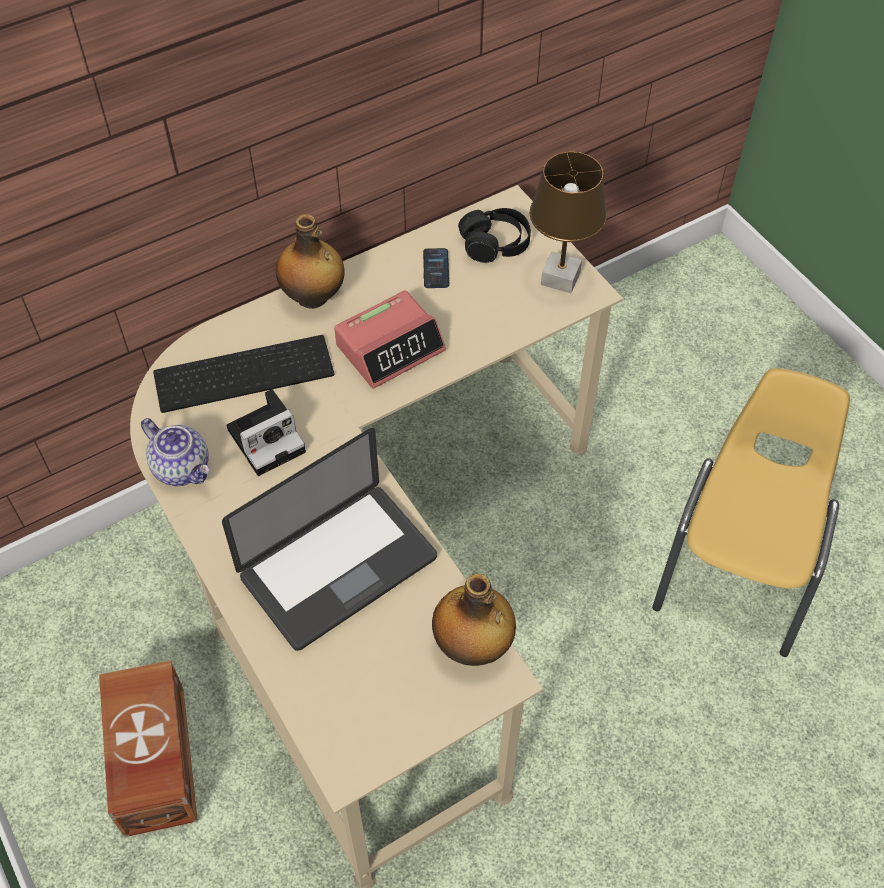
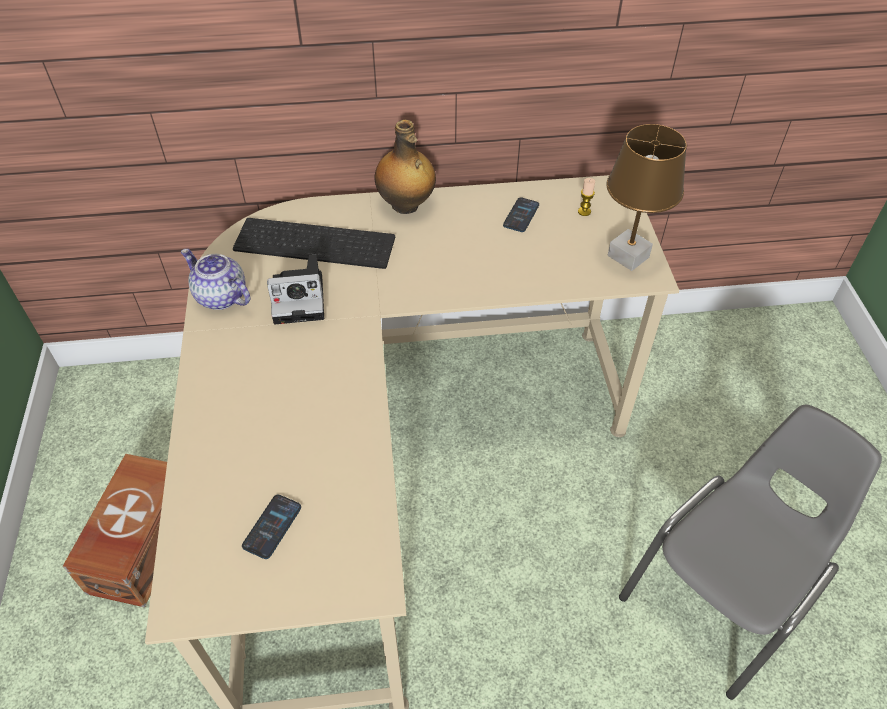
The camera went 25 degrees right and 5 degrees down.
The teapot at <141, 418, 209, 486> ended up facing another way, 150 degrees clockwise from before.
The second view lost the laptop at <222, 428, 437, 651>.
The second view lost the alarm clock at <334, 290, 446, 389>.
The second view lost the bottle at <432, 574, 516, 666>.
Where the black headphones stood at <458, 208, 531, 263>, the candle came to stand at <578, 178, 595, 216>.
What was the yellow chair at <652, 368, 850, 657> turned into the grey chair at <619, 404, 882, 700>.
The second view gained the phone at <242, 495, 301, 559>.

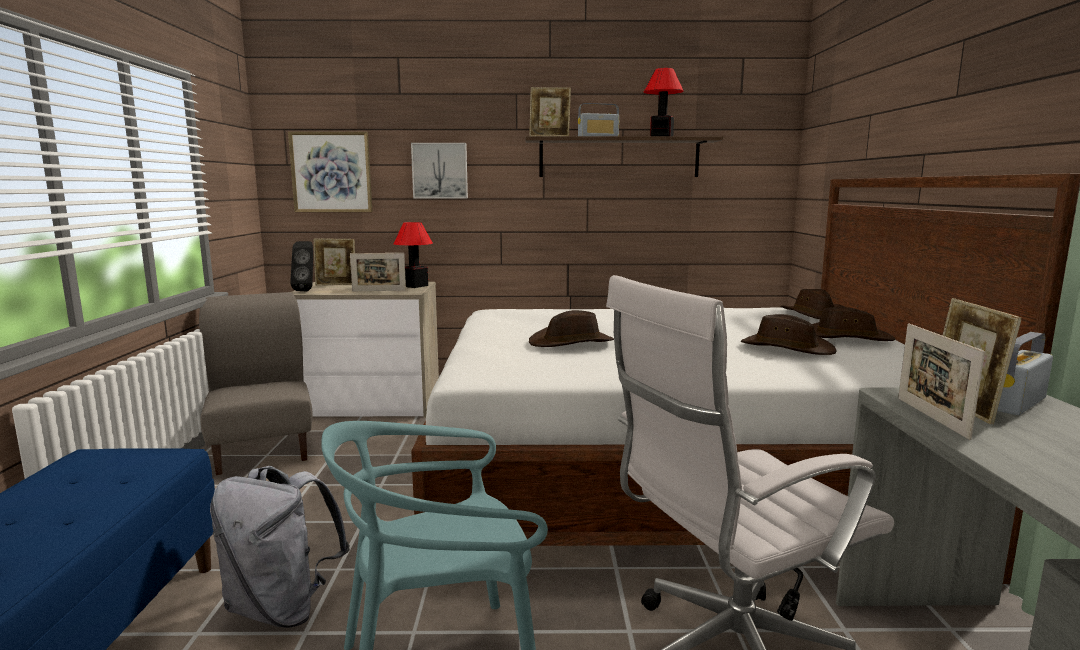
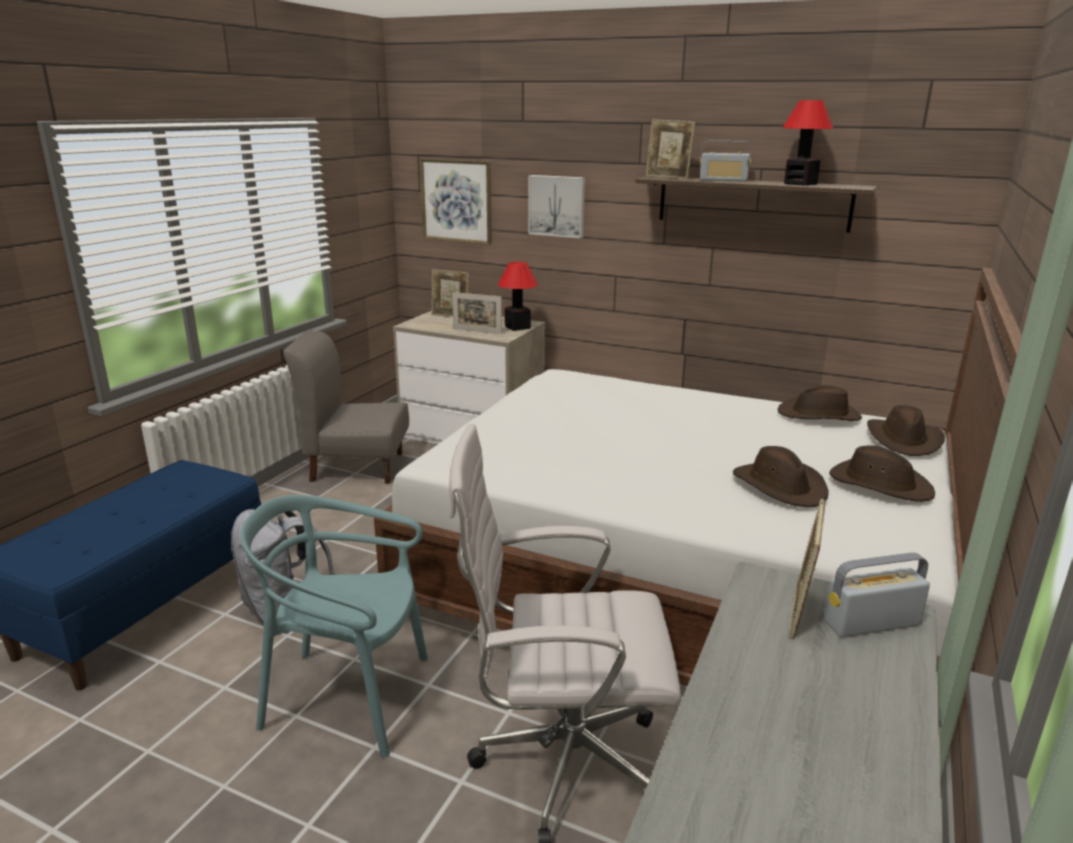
The camera went 25 degrees right and 10 degrees up.
The grey chair at <199, 292, 313, 475> ended up facing another way, 90 degrees counterclockwise from before.
The second view lost the black speaker at <290, 241, 313, 291>.
The brown hat ended up elsewhere, having gone from <529, 310, 614, 347> to <778, 385, 862, 421>.
The second view lost the picture frame at <898, 323, 985, 440>.

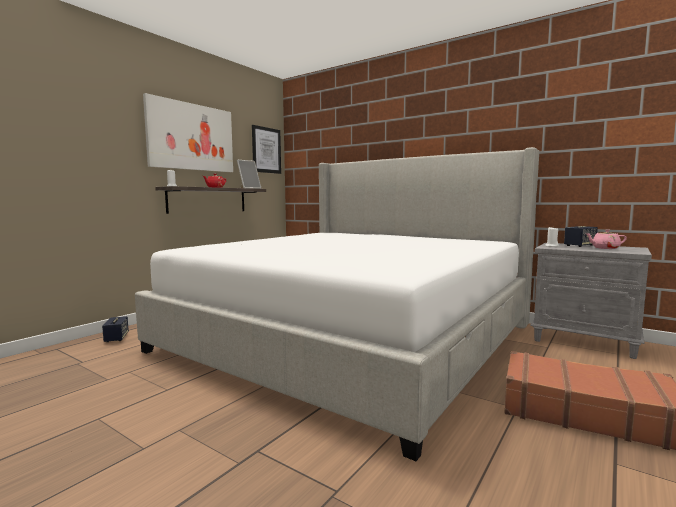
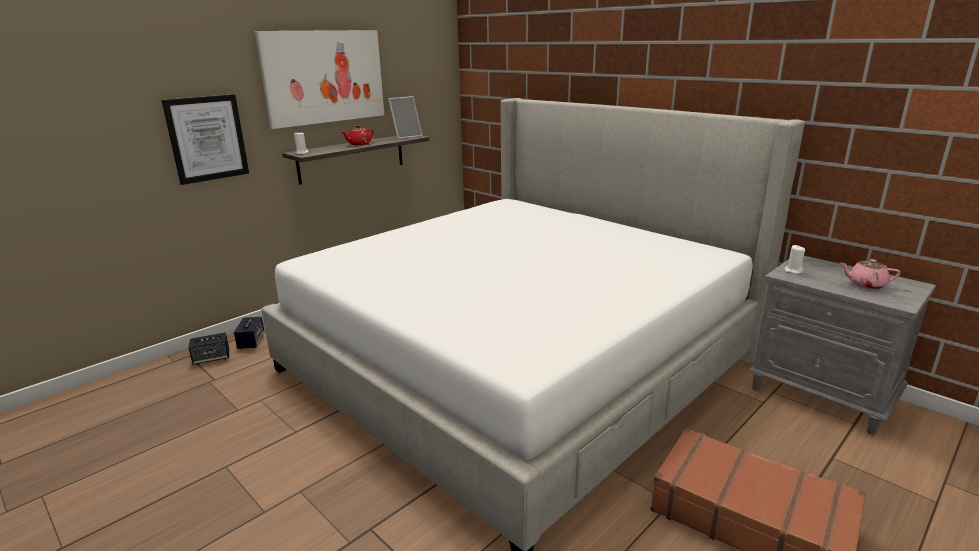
The camera went 10 degrees right and 15 degrees up.
The picture ended up elsewhere, having gone from <252, 125, 281, 174> to <162, 94, 249, 185>.
The speaker ended up elsewhere, having gone from <564, 226, 598, 247> to <188, 333, 229, 365>.

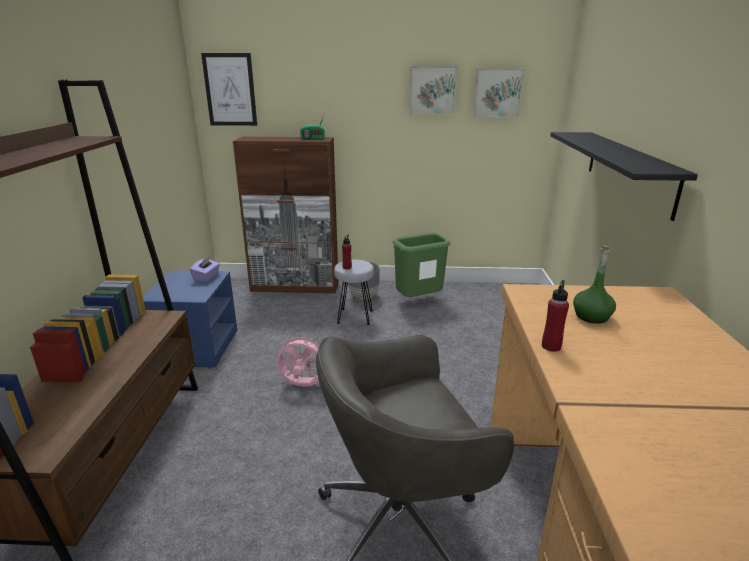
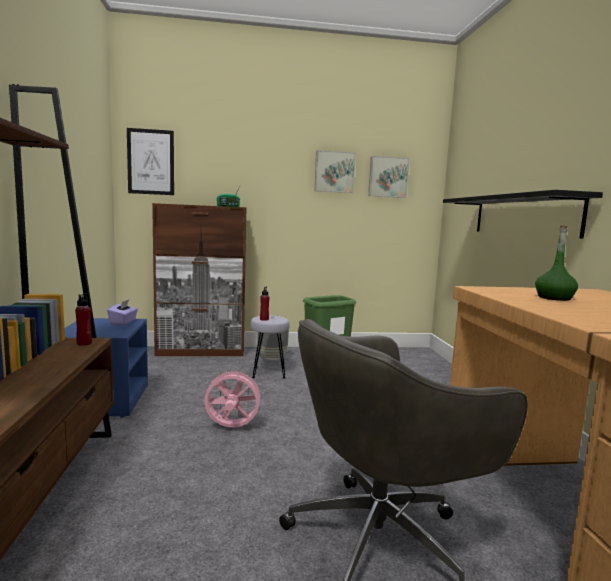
The camera went 10 degrees left and 15 degrees down.
The red bottle ended up elsewhere, having gone from <542, 280, 569, 352> to <75, 293, 92, 346>.

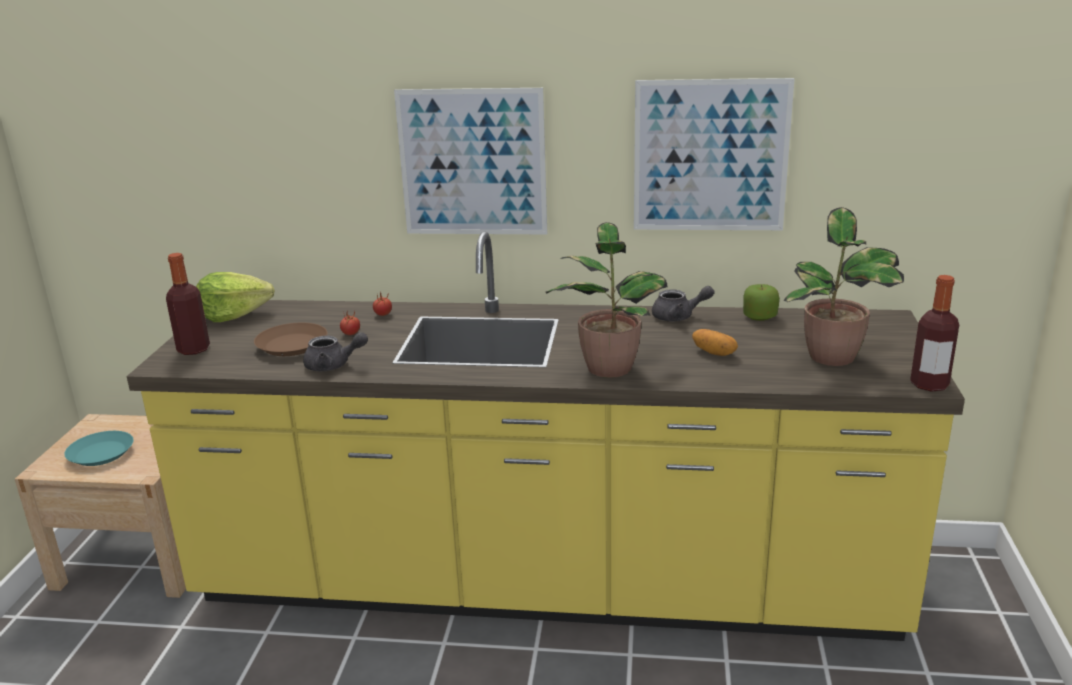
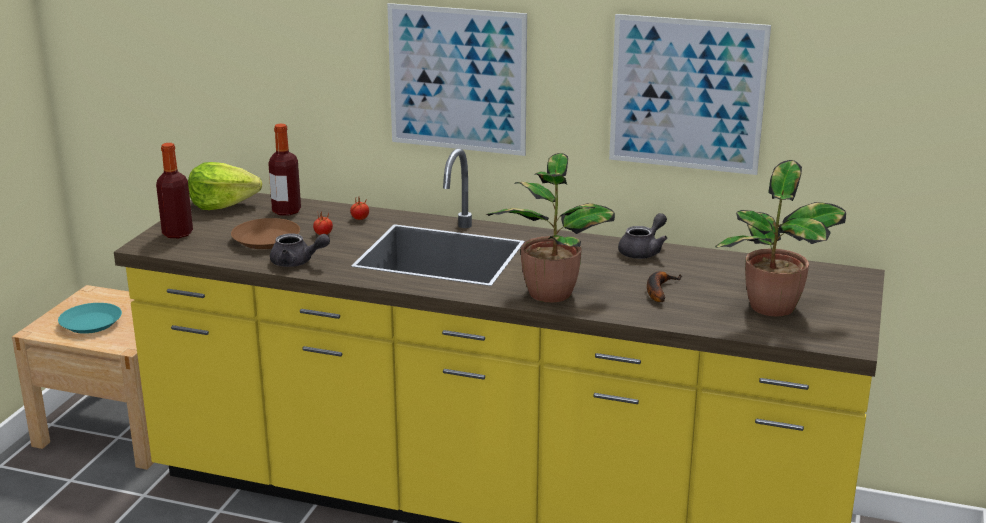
The camera went 10 degrees right and 0 degrees up.
The grey teapot at <652, 286, 715, 322> ended up facing another way, 60 degrees counterclockwise from before.
Where the potato stood at <692, 329, 738, 356>, the banana came to stand at <647, 271, 682, 302>.
The second view lost the apple at <743, 284, 780, 321>.
The bottle ended up elsewhere, having gone from <910, 275, 959, 392> to <268, 124, 301, 216>.

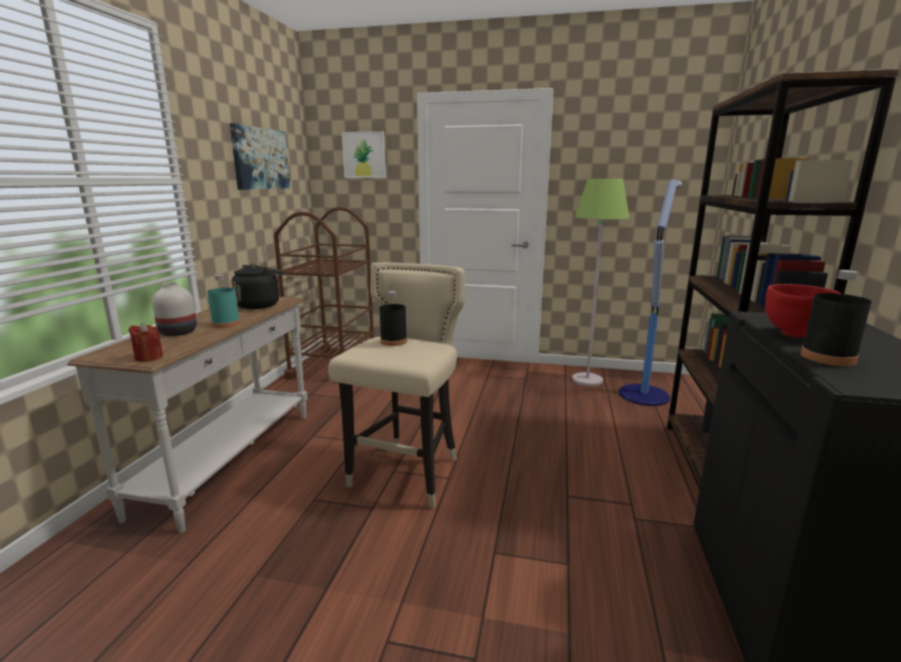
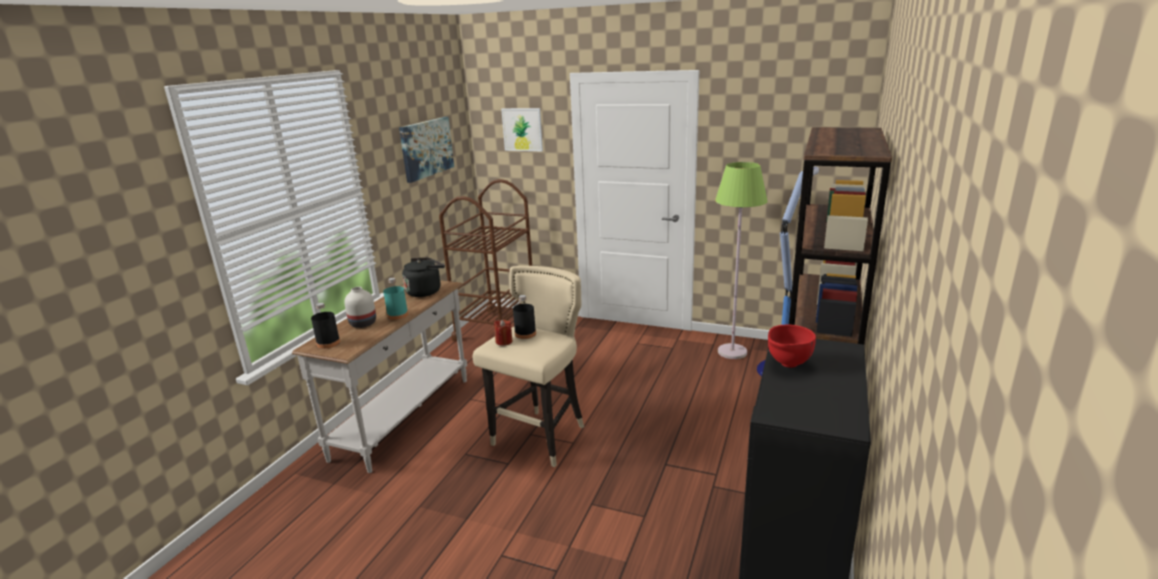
The camera went 10 degrees right and 5 degrees up.
The red candle ended up elsewhere, having gone from <129, 323, 163, 362> to <494, 319, 513, 346>.
The black bottle ended up elsewhere, having gone from <800, 270, 872, 366> to <311, 303, 340, 349>.

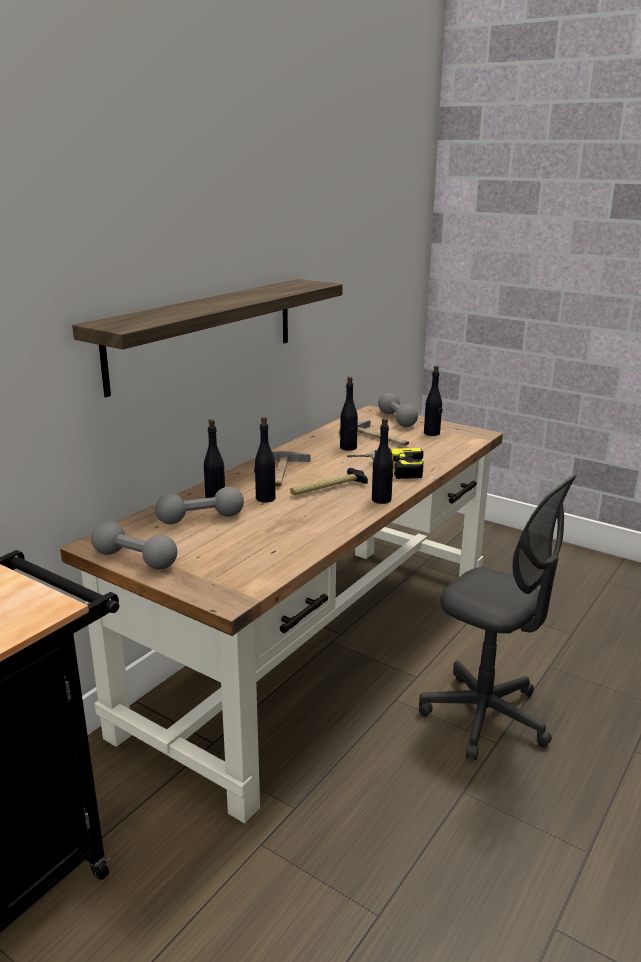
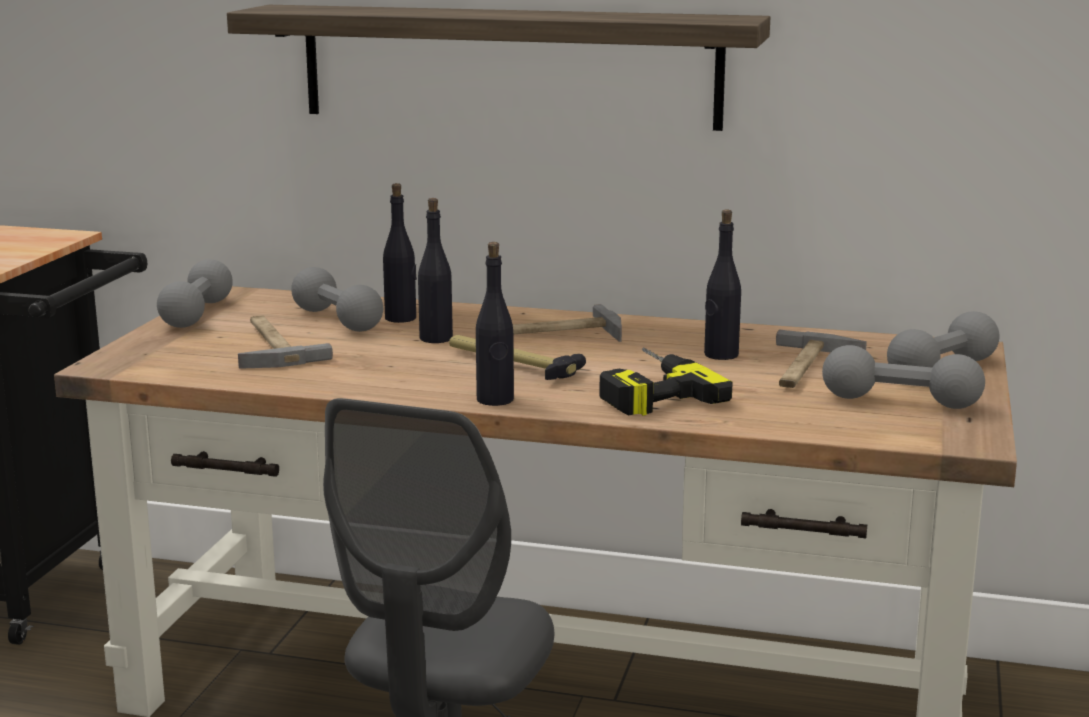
The camera went 70 degrees right and 5 degrees down.
Where the black bottle stood at <424, 366, 442, 436>, the grey dumbbell came to stand at <822, 345, 985, 409>.
The second view gained the hammer at <238, 315, 333, 369>.

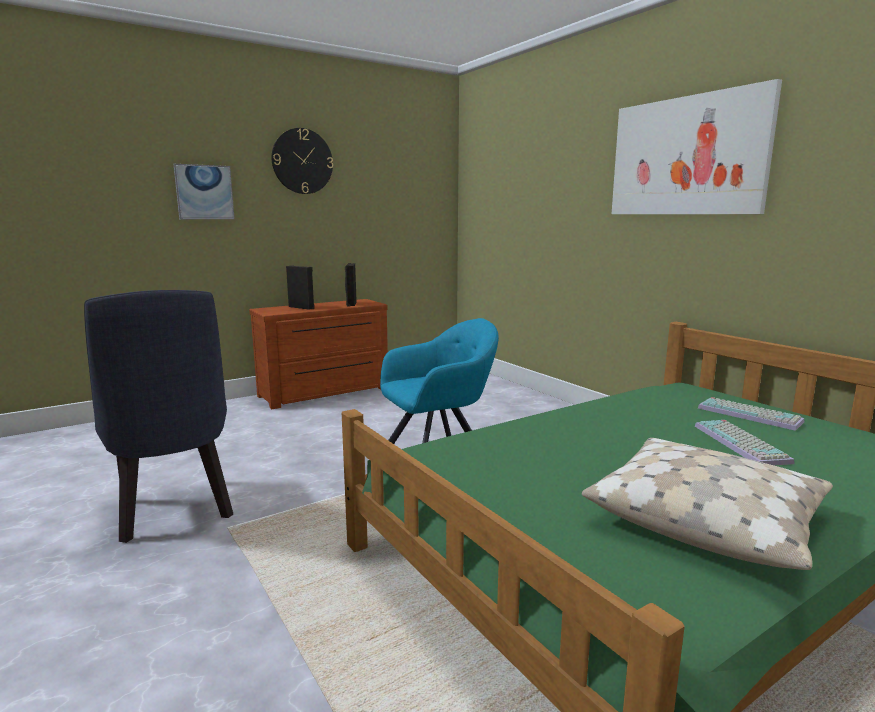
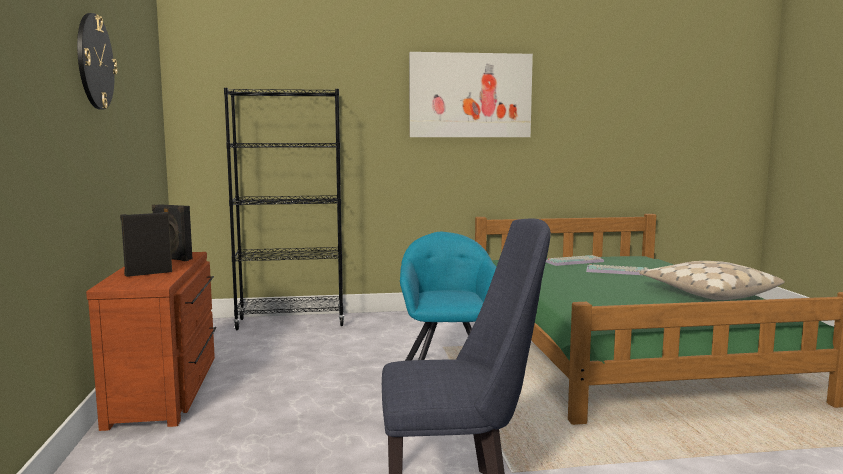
The camera went 65 degrees left and 5 degrees down.
The second view lost the picture at <173, 164, 235, 219>.
The second view gained the black bookcase at <224, 88, 345, 330>.

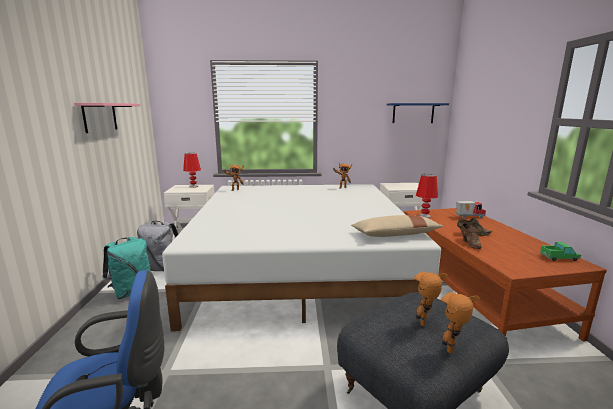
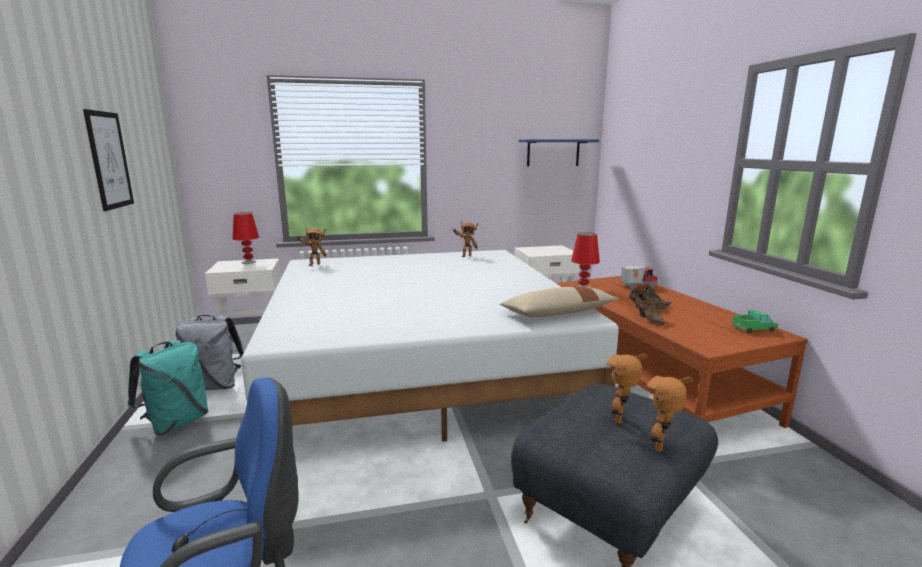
The camera went 10 degrees left and 0 degrees up.
Where the pink shelf hung at <74, 103, 140, 133>, the picture came to hang at <83, 109, 134, 211>.

